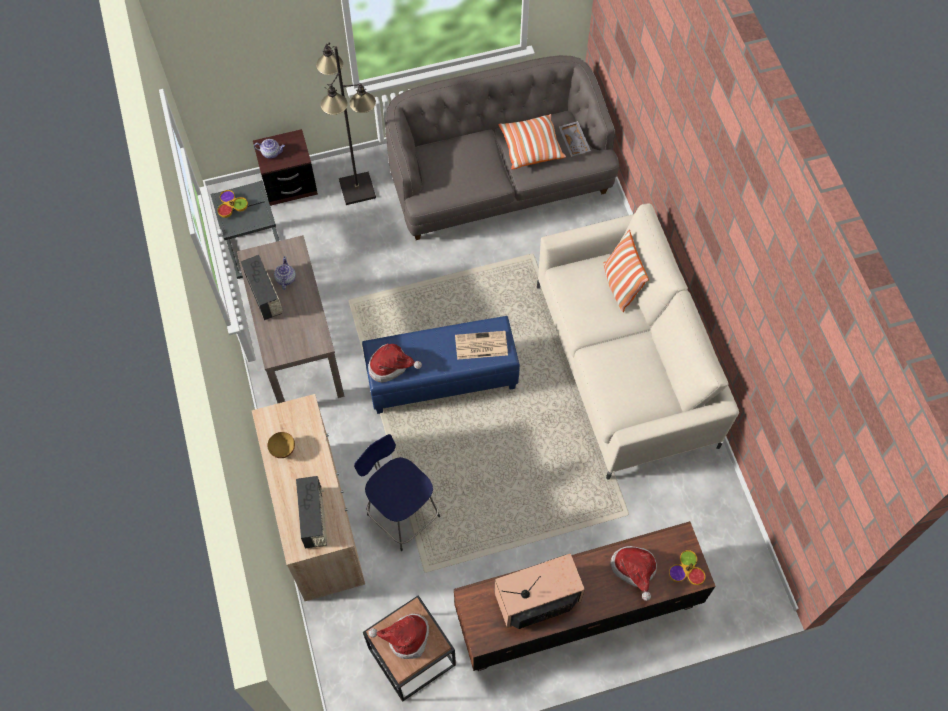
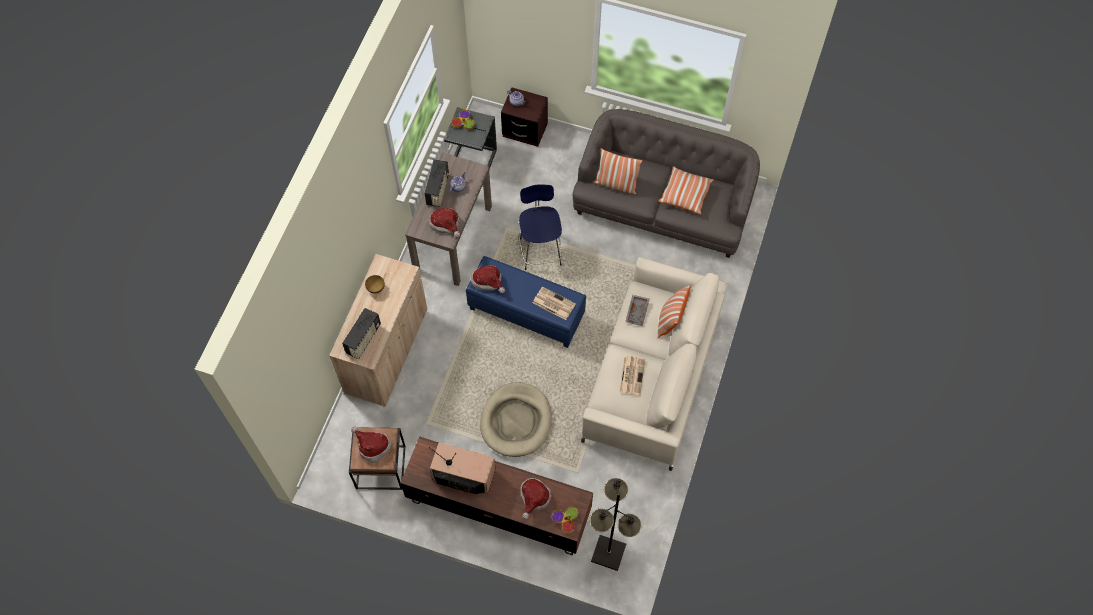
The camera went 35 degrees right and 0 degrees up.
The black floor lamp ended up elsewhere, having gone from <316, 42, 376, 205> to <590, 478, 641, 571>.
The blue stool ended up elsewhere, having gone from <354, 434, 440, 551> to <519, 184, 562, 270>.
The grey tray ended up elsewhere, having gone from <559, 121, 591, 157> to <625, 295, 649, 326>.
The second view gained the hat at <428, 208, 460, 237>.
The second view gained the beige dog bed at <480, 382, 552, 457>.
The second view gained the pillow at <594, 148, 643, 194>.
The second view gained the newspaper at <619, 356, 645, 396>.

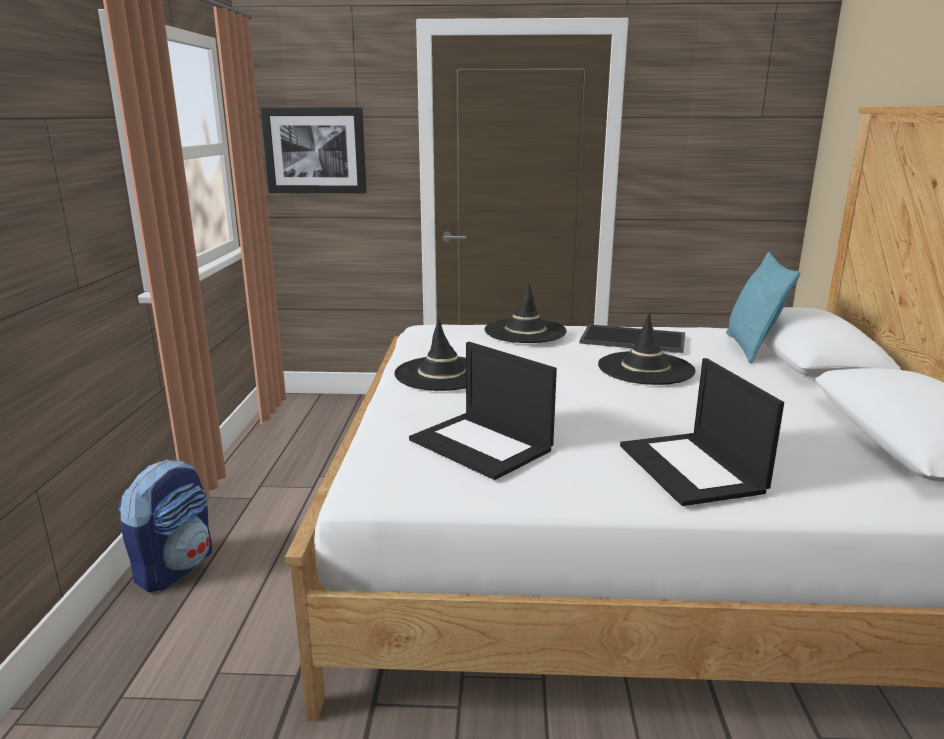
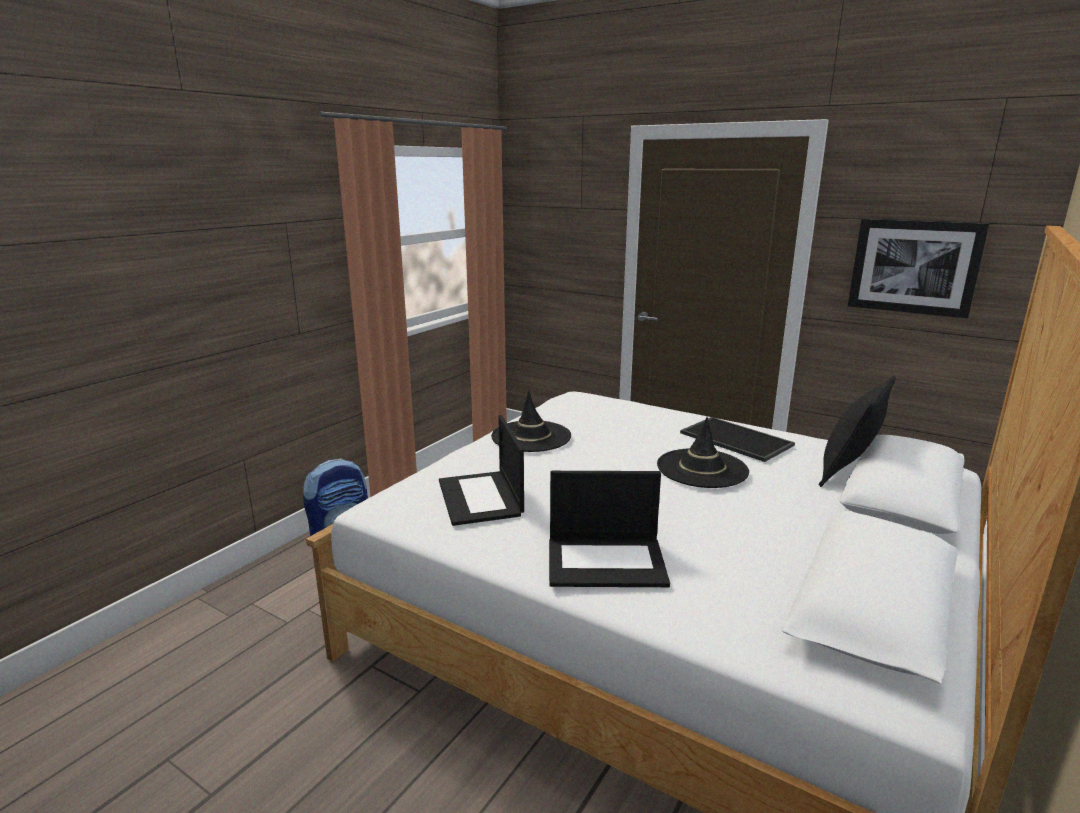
The camera went 30 degrees right and 0 degrees up.
The picture ended up elsewhere, having gone from <261, 107, 367, 193> to <848, 218, 989, 318>.
The second view lost the black hat at <485, 283, 567, 343>.
The laptop at <620, 358, 784, 506> ended up facing another way, 105 degrees counterclockwise from before.
What was the turquoise pillow at <726, 252, 800, 363> turned into the black pillow at <819, 376, 896, 487>.

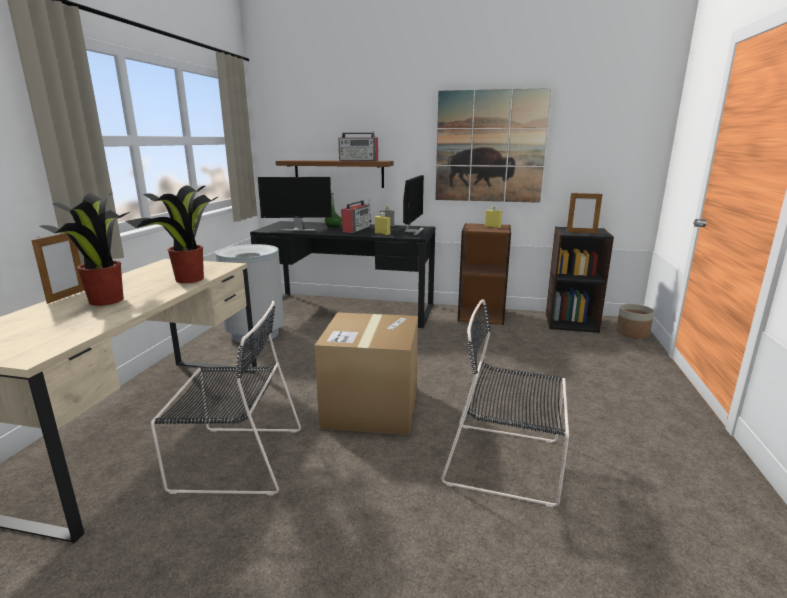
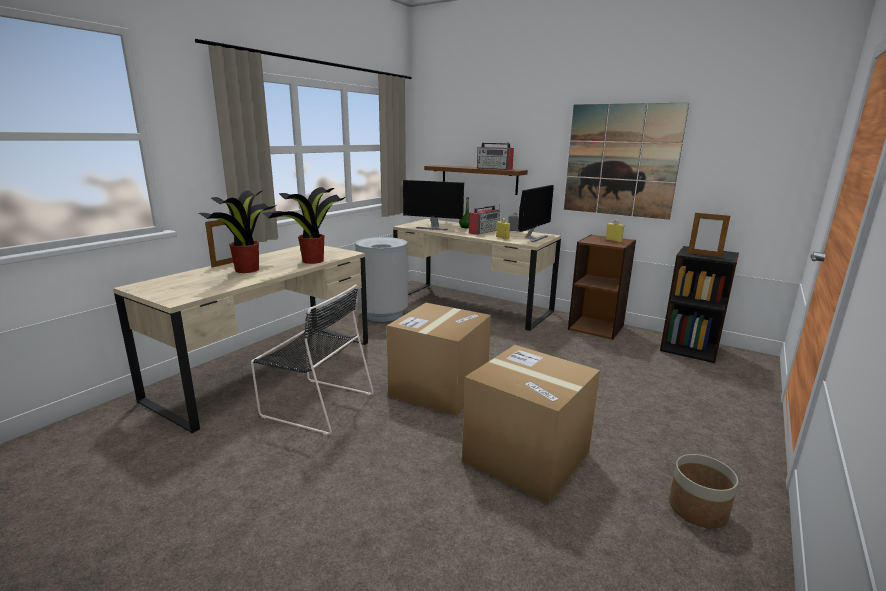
The camera went 20 degrees right and 0 degrees up.
What was the black desk at <250, 221, 435, 328> turned into the beige desk at <393, 219, 561, 331>.
Where the black chair stood at <441, 299, 569, 507>, the cardboard box came to stand at <462, 345, 600, 504>.
The planter ended up elsewhere, having gone from <616, 304, 654, 339> to <669, 454, 738, 529>.

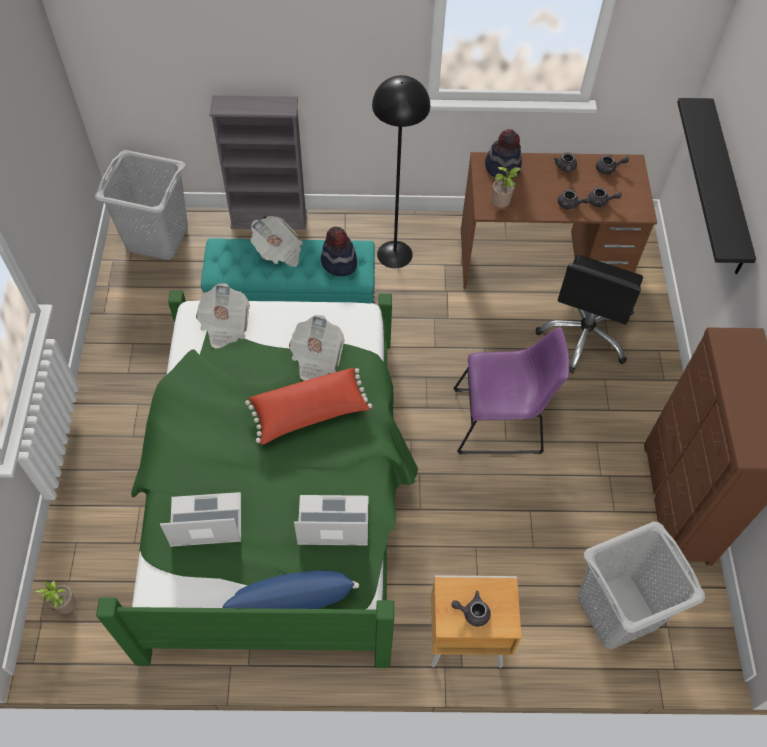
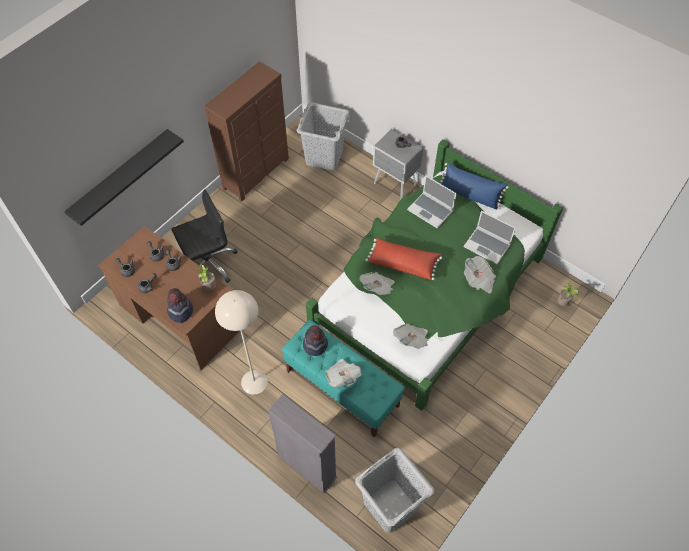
The camera went 140 degrees left and 0 degrees up.
What was the black floor lamp at <372, 75, 430, 268> turned into the beige floor lamp at <215, 290, 268, 395>.
What was the brown nightstand at <430, 575, 522, 668> turned into the grey nightstand at <373, 129, 424, 200>.
The second view lost the purple chair at <453, 327, 569, 454>.
The second view gained the newspaper at <464, 256, 496, 293>.

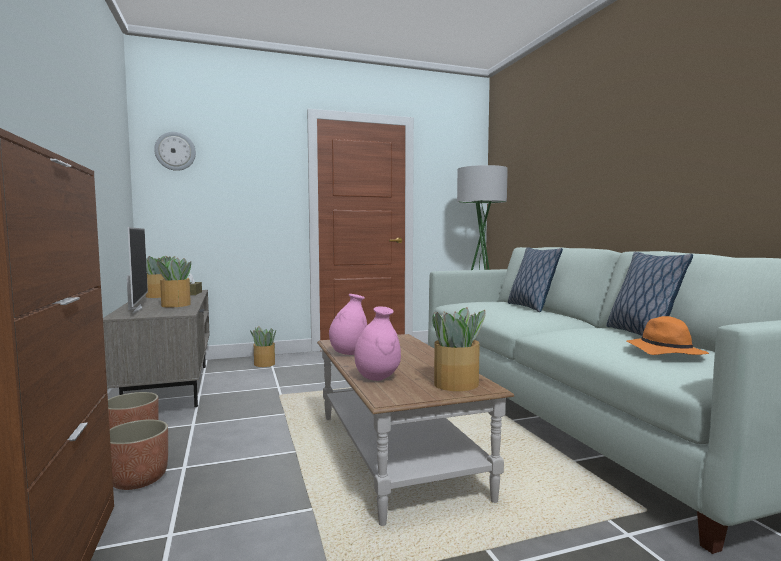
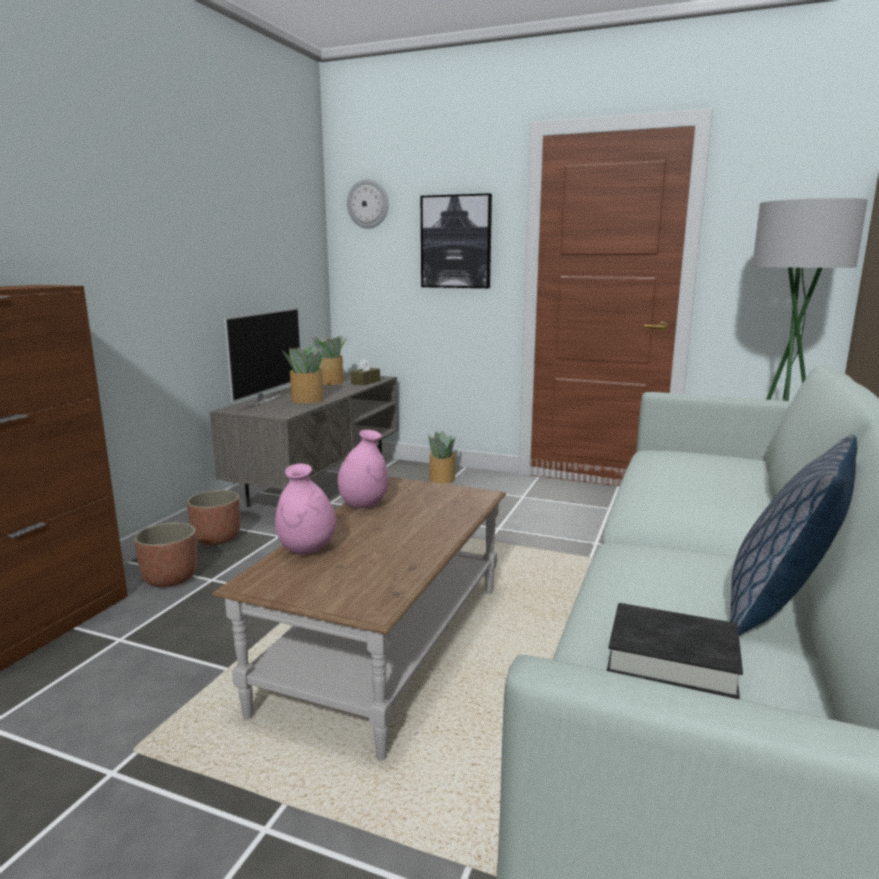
The camera went 40 degrees right and 10 degrees up.
The second view lost the potted plant at <432, 307, 486, 391>.
The second view lost the pillow at <508, 247, 563, 312>.
Where the orange hat stood at <626, 316, 709, 355>, the black book came to stand at <607, 603, 743, 699>.
The second view gained the picture at <421, 193, 492, 288>.

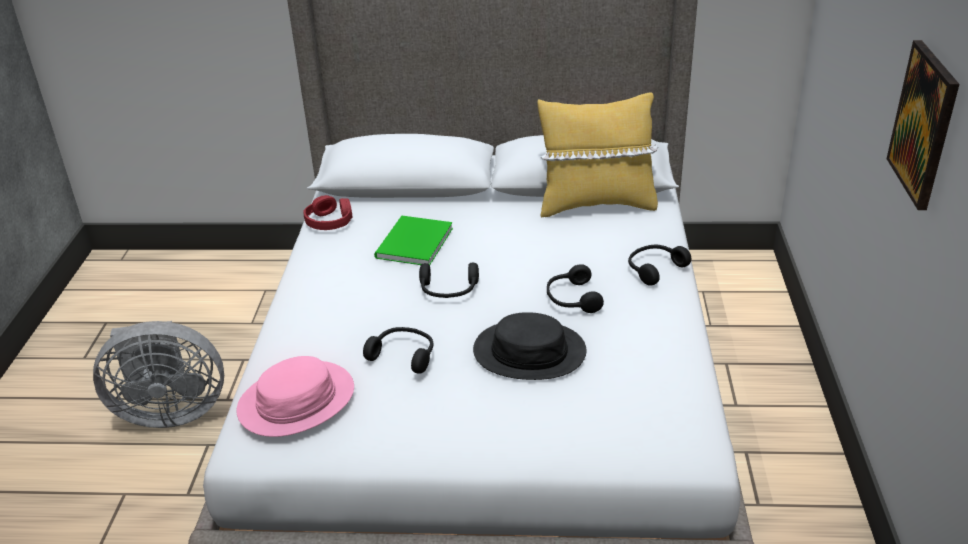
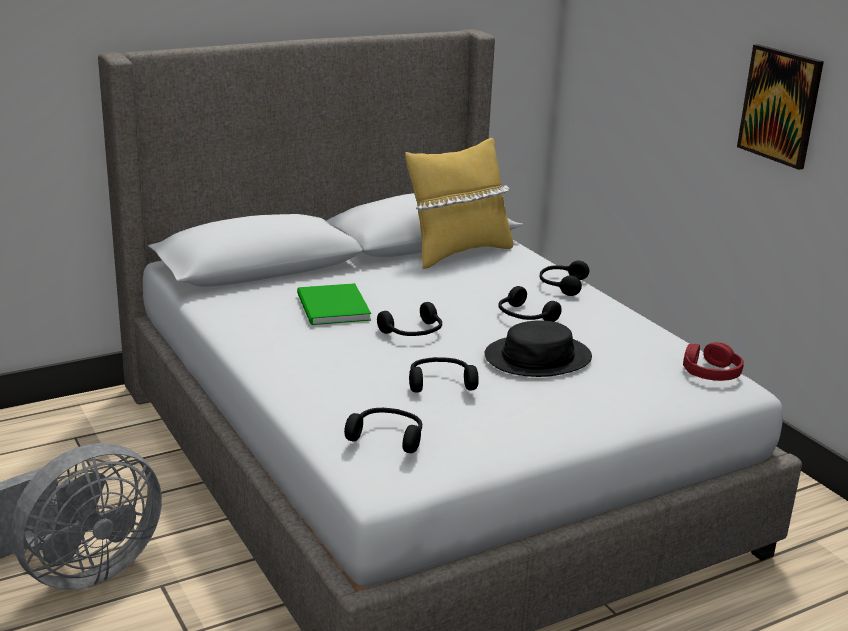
The camera went 35 degrees left and 10 degrees down.
Where the pink hat stood at <236, 356, 354, 437>, the black headphones came to stand at <344, 408, 422, 453>.
The red headphones ended up elsewhere, having gone from <303, 195, 352, 230> to <683, 342, 744, 381>.

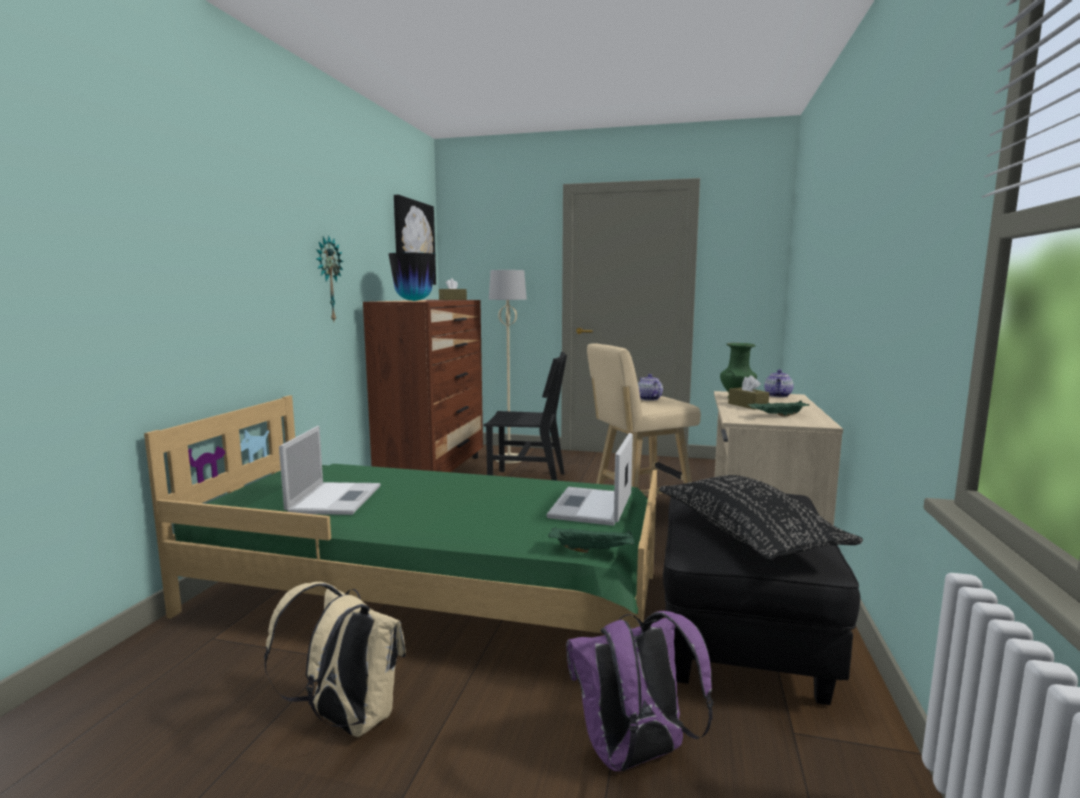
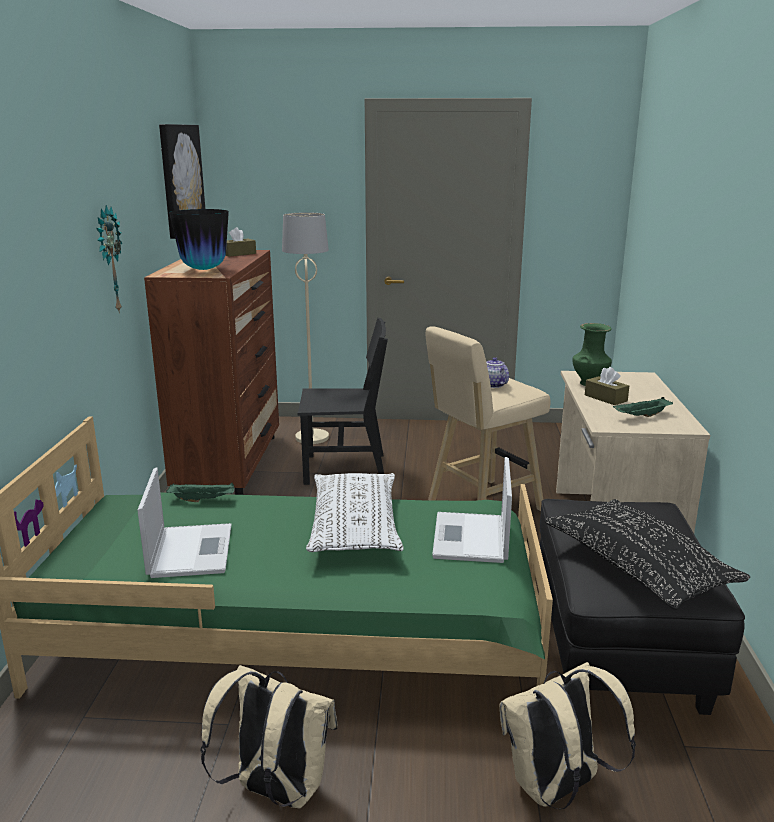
The camera went 10 degrees left and 10 degrees up.
The green tray ended up elsewhere, having gone from <549, 527, 634, 553> to <166, 482, 234, 502>.
What was the purple backpack at <566, 611, 713, 771> turned into the beige backpack at <499, 662, 636, 809>.
The second view lost the teapot at <764, 370, 794, 397>.
The second view gained the white pillow at <306, 473, 404, 552>.

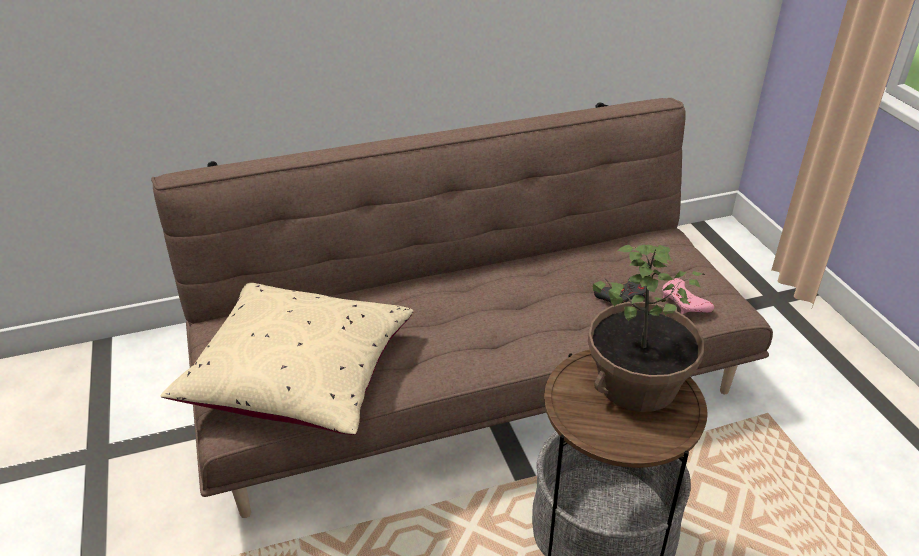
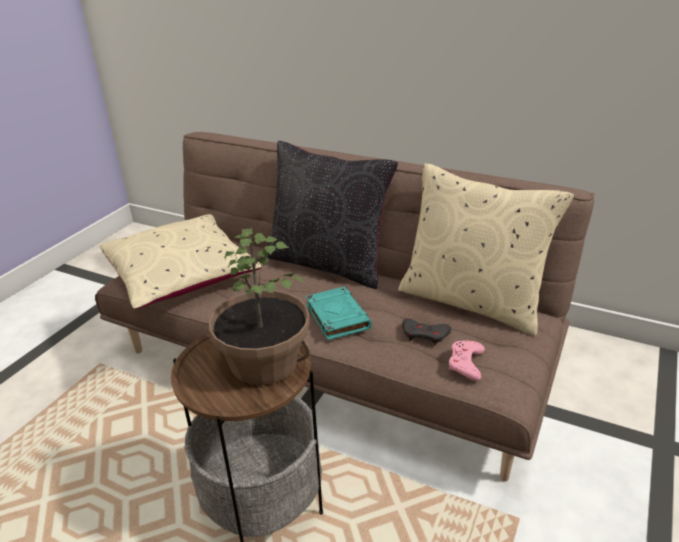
The camera went 45 degrees right and 5 degrees down.
The second view gained the black pillow at <266, 141, 398, 289>.
The second view gained the turquoise book at <306, 286, 372, 340>.
The second view gained the beige pillow at <398, 163, 574, 336>.

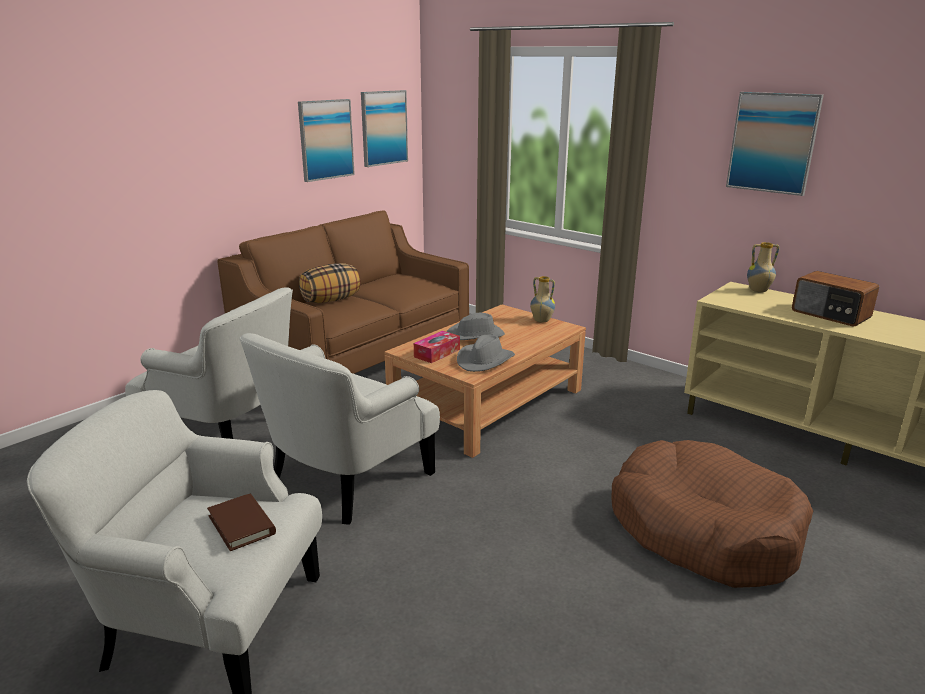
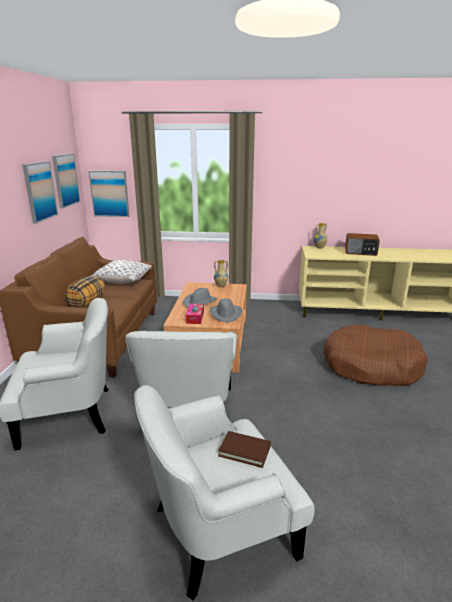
The camera went 35 degrees left and 0 degrees up.
The picture ended up elsewhere, having gone from <726, 92, 824, 196> to <88, 171, 130, 217>.
The second view gained the pillow at <92, 260, 152, 284>.

